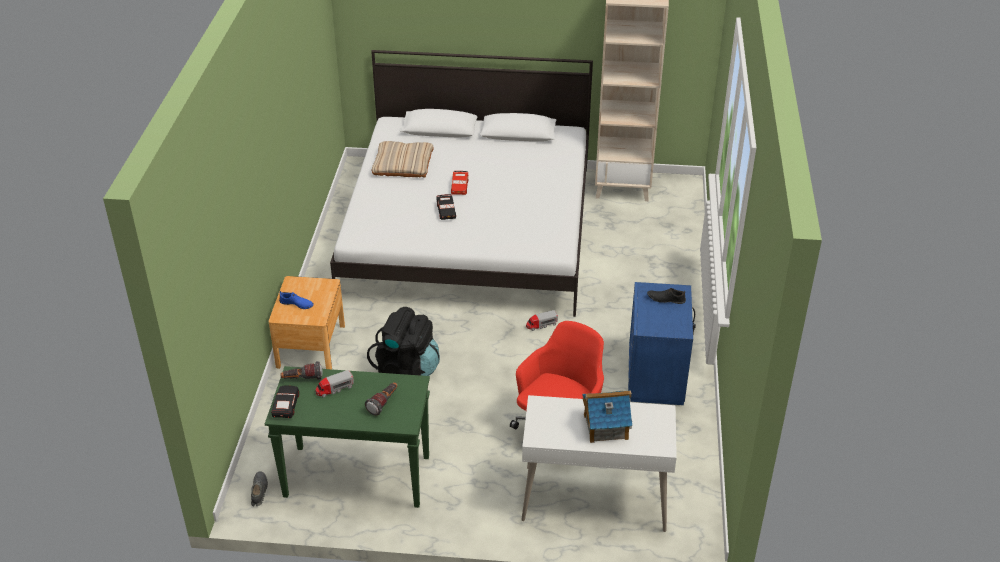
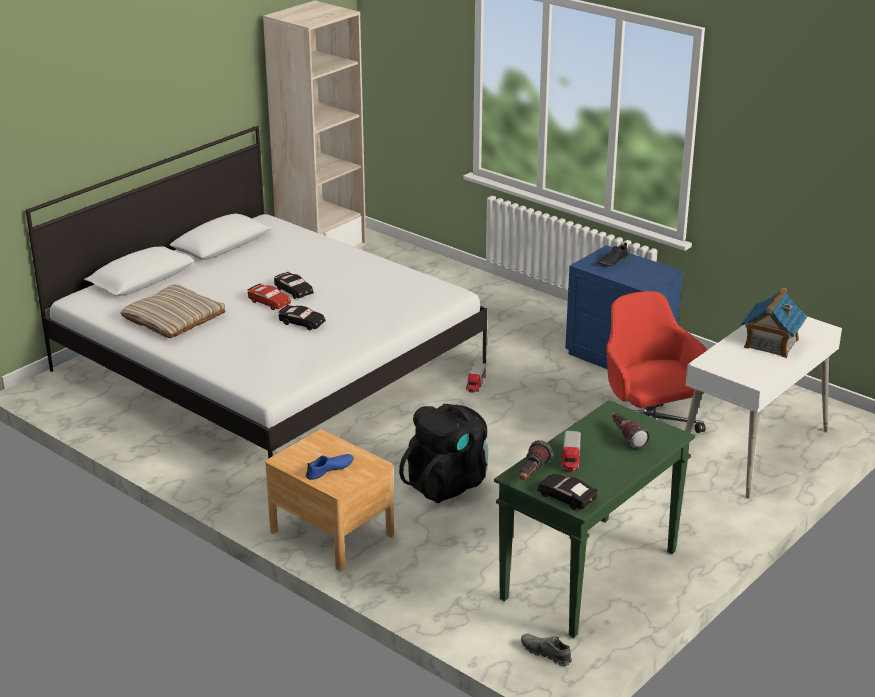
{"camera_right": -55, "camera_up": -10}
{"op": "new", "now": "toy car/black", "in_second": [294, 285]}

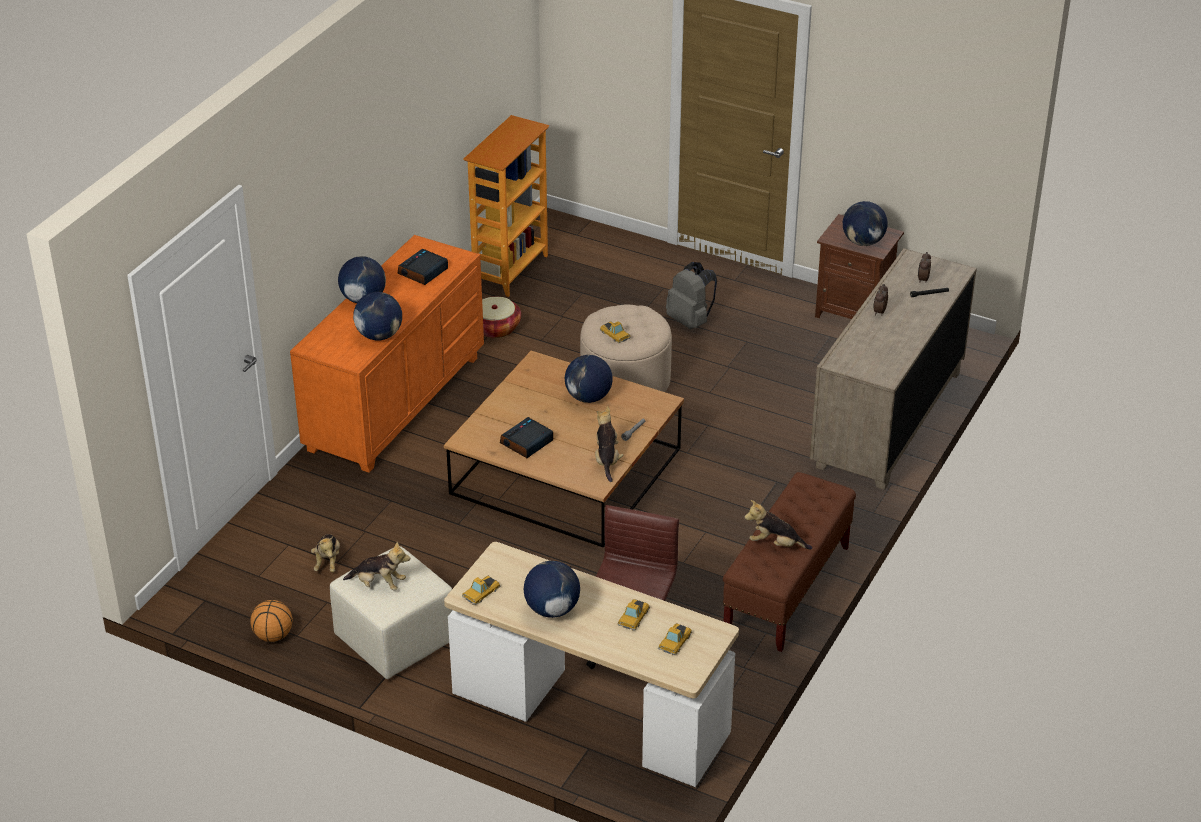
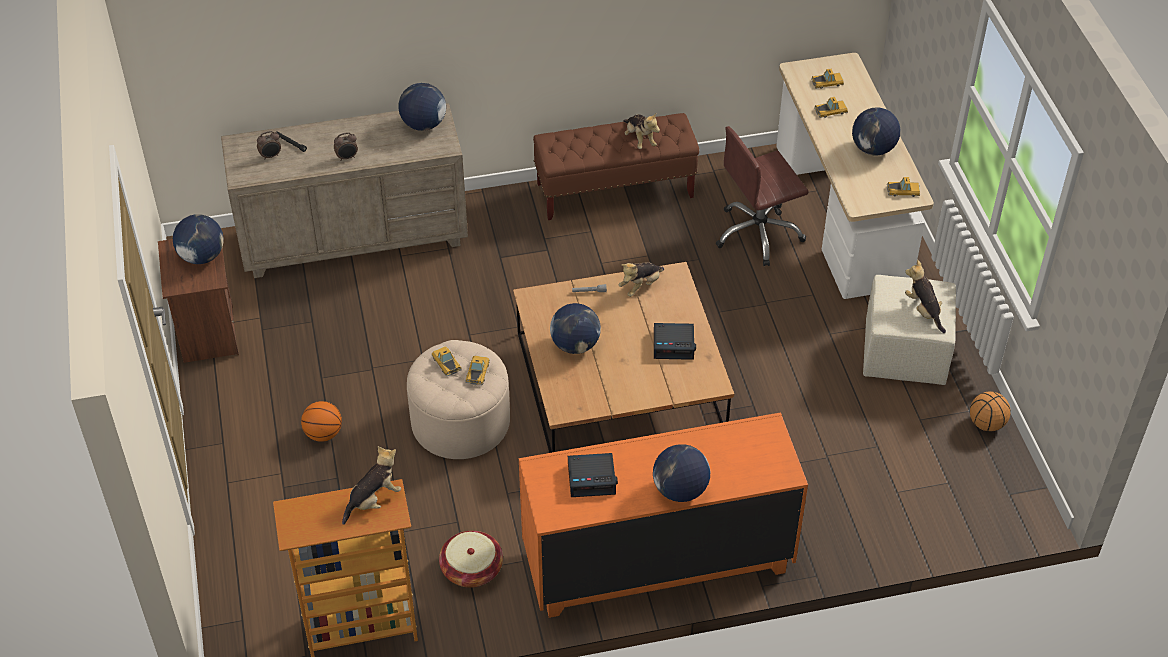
{"camera_right": -130, "camera_up": 10}
{"op": "swapped", "was": "backpack/grey", "now": "basketball", "in_first": [691, 296], "in_second": [321, 421]}
{"op": "shifted", "was": "plush toy", "in_first": [325, 553], "in_second": [371, 485]}
{"op": "shifted", "was": "globe", "in_first": [377, 316], "in_second": [422, 107]}
{"op": "new", "now": "toy car", "in_second": [446, 361]}

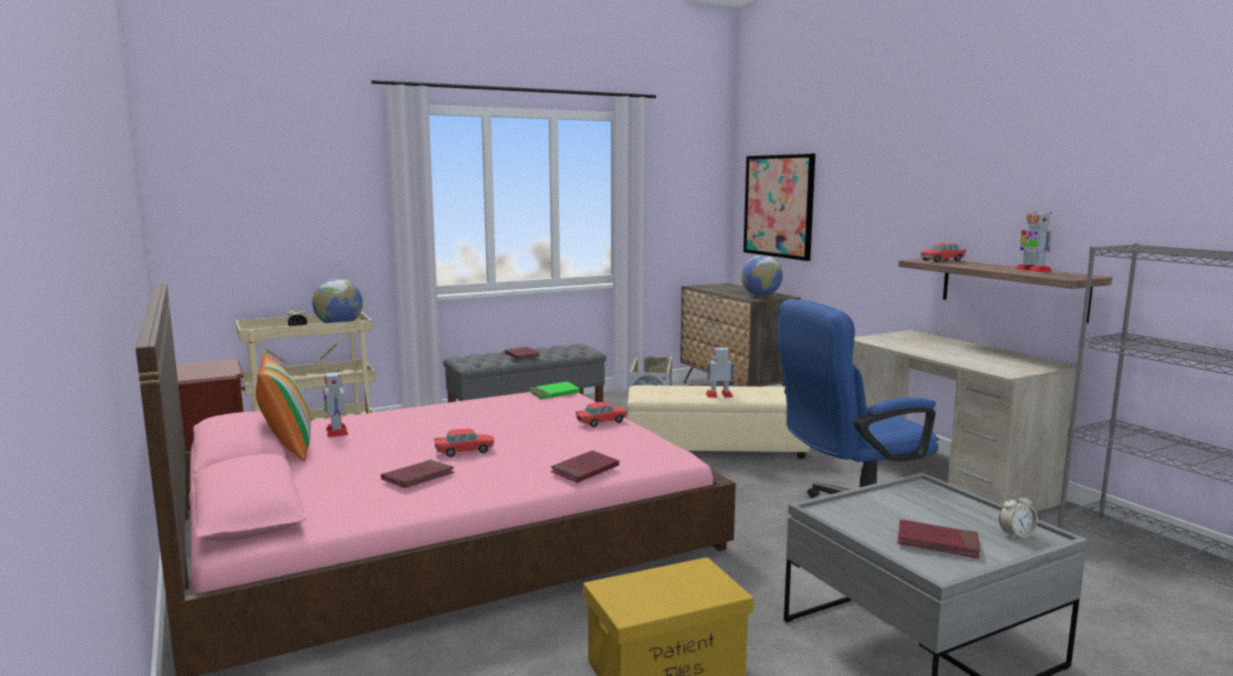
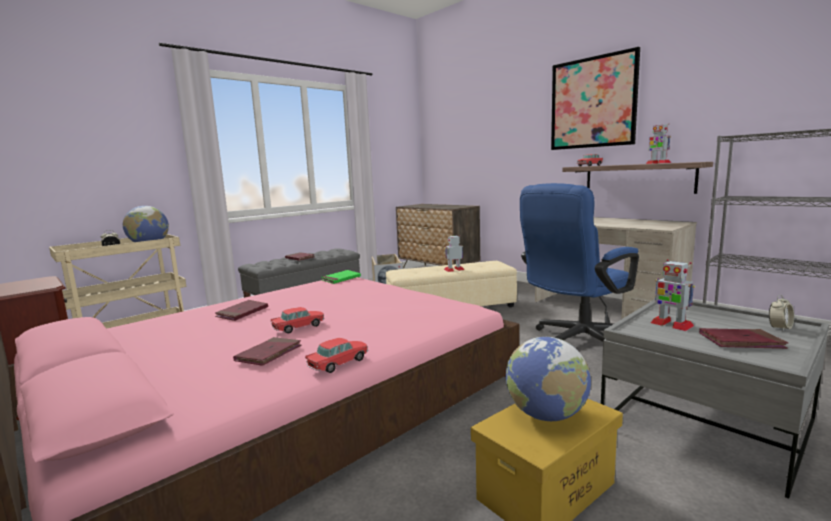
{"camera_right": -15, "camera_up": 0}
{"op": "shifted", "was": "book/red", "in_first": [585, 466], "in_second": [241, 310]}
{"op": "shifted", "was": "toy car", "in_first": [601, 414], "in_second": [336, 355]}
{"op": "shifted", "was": "globe", "in_first": [762, 275], "in_second": [548, 379]}
{"op": "shifted", "was": "picture", "in_first": [779, 207], "in_second": [595, 98]}
{"op": "shifted", "was": "toy robot", "in_first": [335, 404], "in_second": [672, 295]}
{"op": "gone", "was": "pillow", "in_first": [283, 407]}

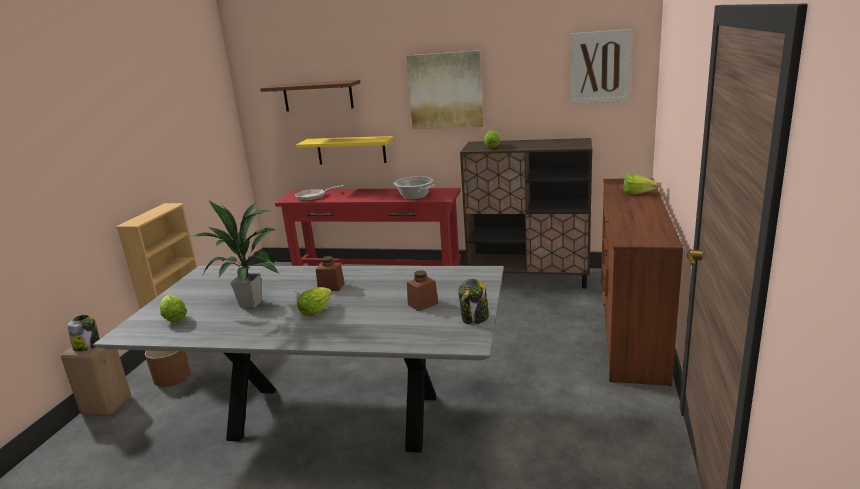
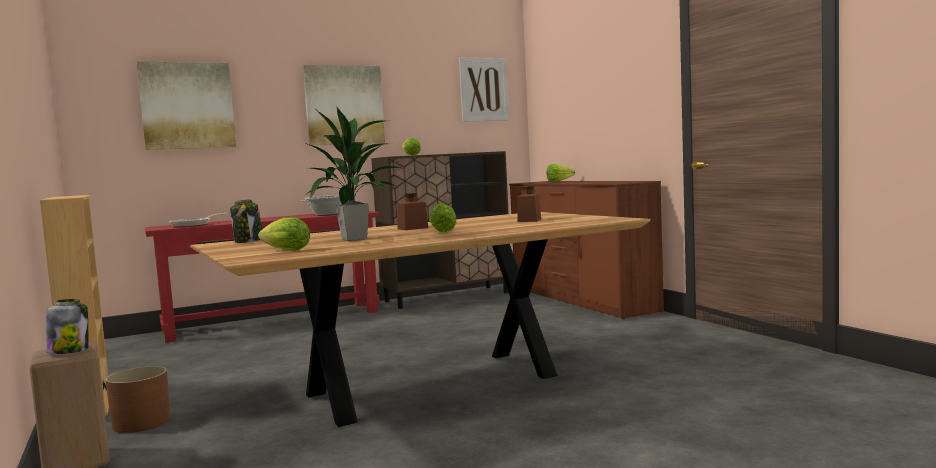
{"camera_right": -40, "camera_up": -15}
{"op": "swapped", "was": "shelf/brown", "now": "picture", "in_first": [310, 96], "in_second": [186, 106]}
{"op": "repainted", "was": "dining table/grey", "now": "dining table/brown", "in_first": [298, 359], "in_second": [420, 319]}
{"op": "shifted", "was": "jar", "in_first": [473, 302], "in_second": [246, 221]}
{"op": "gone", "was": "shelf/yellow", "in_first": [345, 150]}

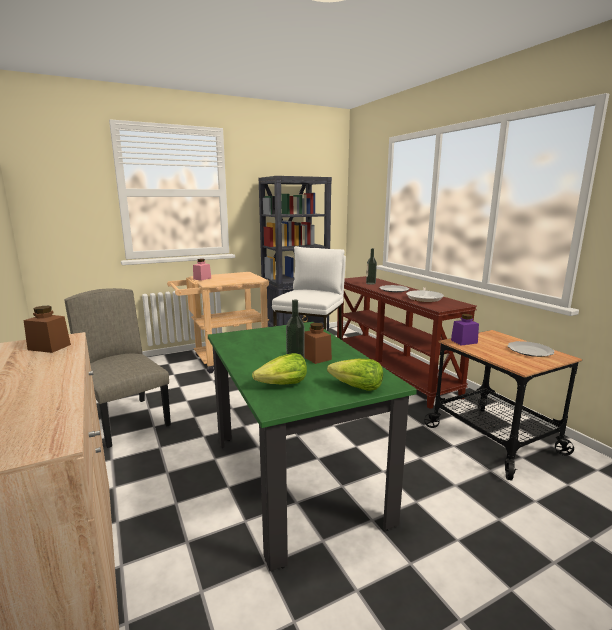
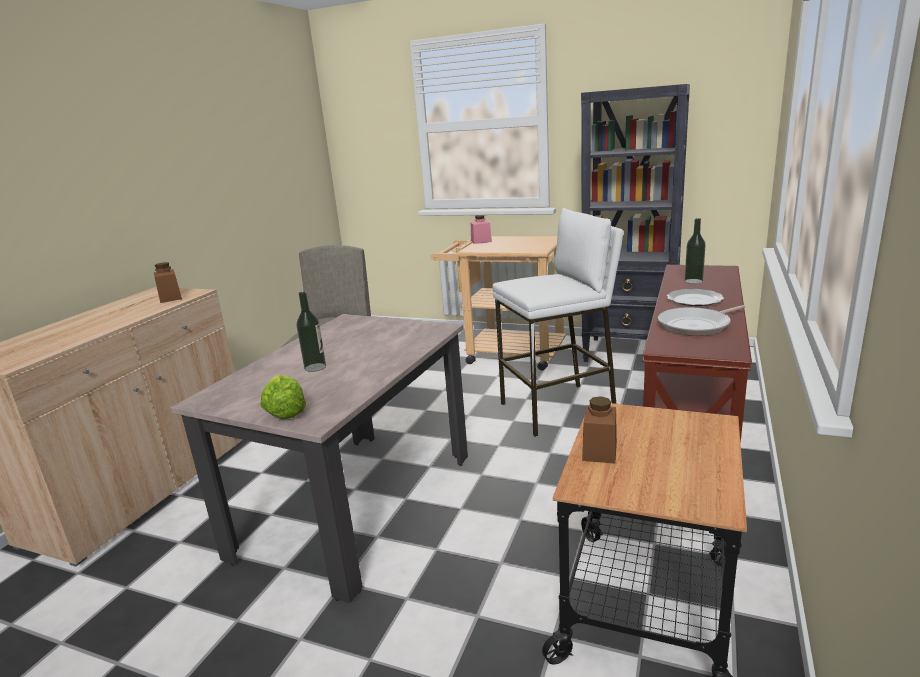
{"camera_right": 50, "camera_up": 5}
{"op": "repainted", "was": "dining table/green", "now": "dining table/beige", "in_first": [312, 446], "in_second": [319, 458]}
{"op": "shifted", "was": "jar/brown", "in_first": [318, 343], "in_second": [599, 430]}
{"op": "gone", "was": "lettuce", "in_first": [279, 369]}
{"op": "gone", "was": "jar/purple", "in_first": [465, 329]}
{"op": "gone", "was": "plate", "in_first": [531, 349]}

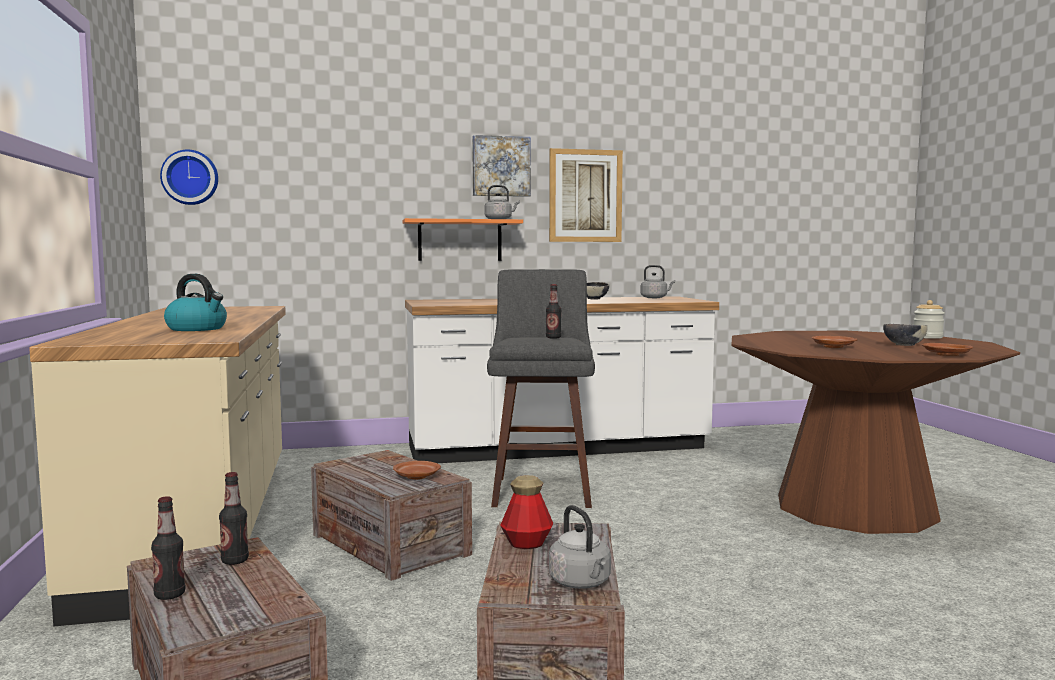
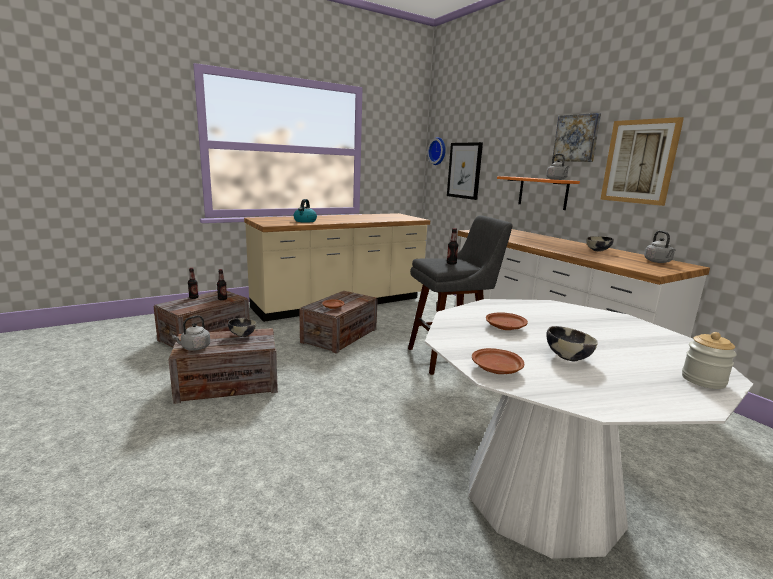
{"camera_right": 70, "camera_up": 10}
{"op": "swapped", "was": "bottle", "now": "bowl", "in_first": [526, 512], "in_second": [242, 327]}
{"op": "repainted", "was": "dining table/brown", "now": "dining table/white", "in_first": [875, 432], "in_second": [589, 429]}
{"op": "new", "now": "picture", "in_second": [465, 171]}

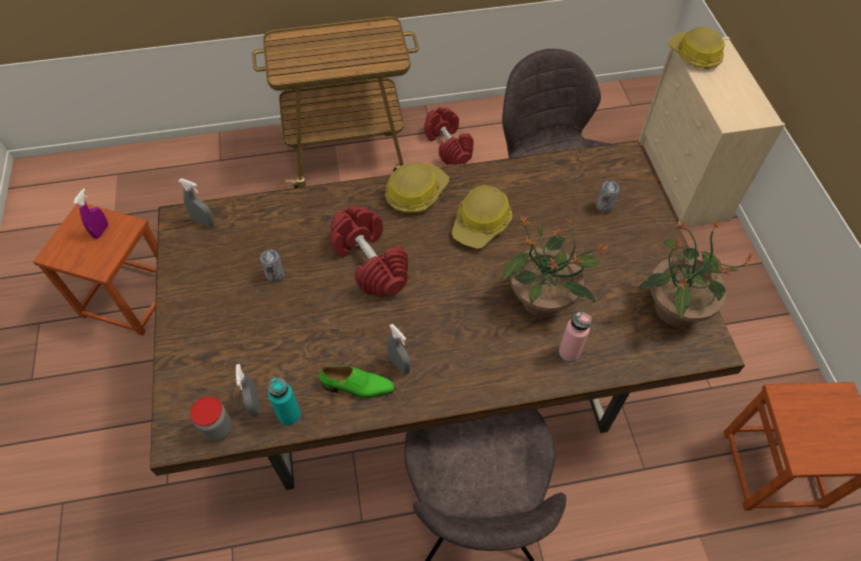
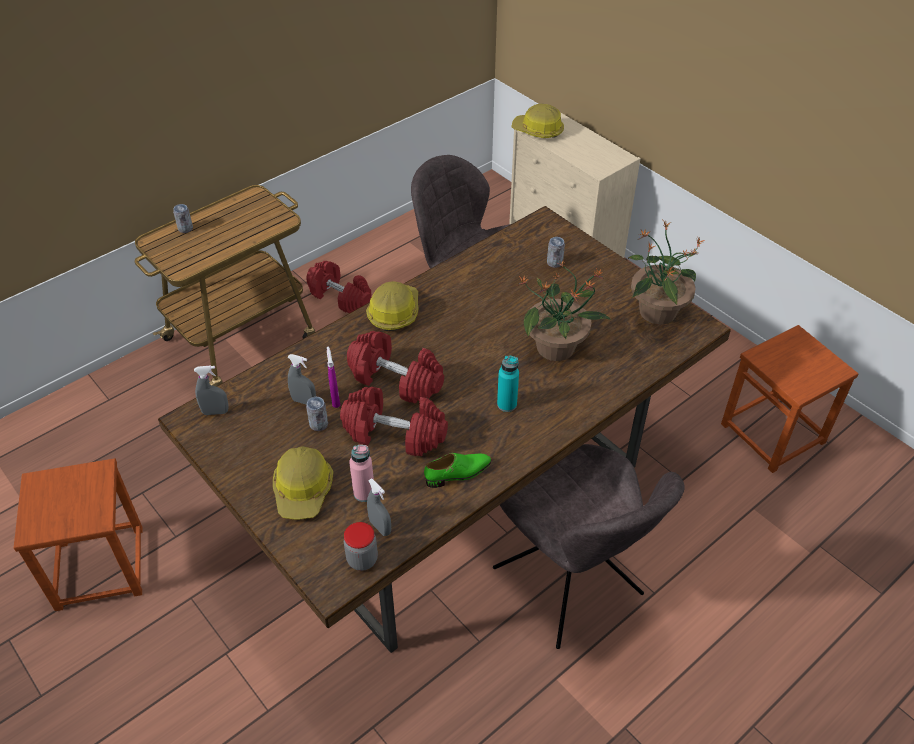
{"camera_right": -30, "camera_up": -10}
{"op": "new", "now": "can", "in_second": [183, 218]}
{"op": "shifted", "was": "hard hat", "in_first": [482, 217], "in_second": [303, 482]}
{"op": "shifted", "was": "spray bottle/grey", "in_first": [399, 349], "in_second": [302, 379]}
{"op": "shifted", "was": "spray bottle/purple", "in_first": [91, 213], "in_second": [333, 377]}
{"op": "new", "now": "dumbbell/red", "in_second": [394, 421]}
{"op": "shifted", "was": "bottle/pink", "in_first": [575, 337], "in_second": [361, 473]}
{"op": "shifted", "was": "bottle/turquoise", "in_first": [284, 401], "in_second": [508, 383]}

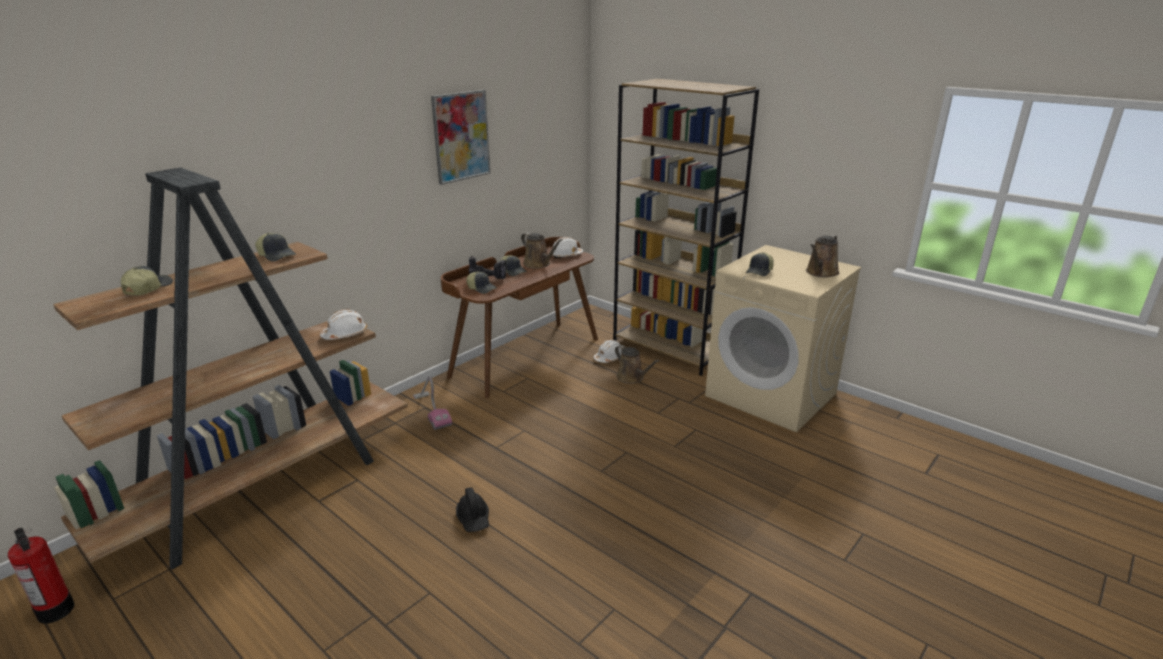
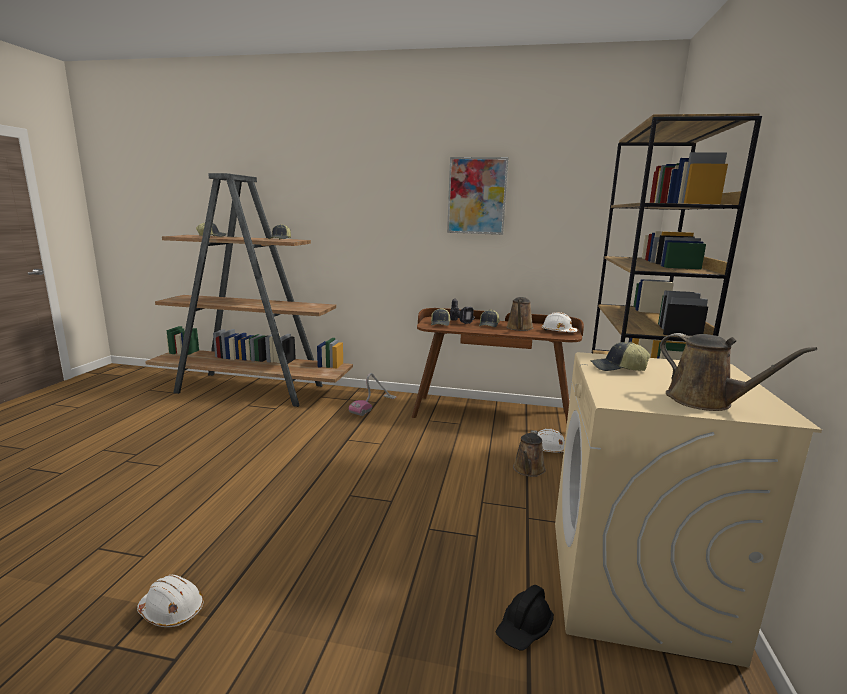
{"camera_right": 60, "camera_up": -10}
{"op": "shifted", "was": "hard hat/white", "in_first": [343, 324], "in_second": [170, 601]}
{"op": "shifted", "was": "hard hat/black", "in_first": [472, 509], "in_second": [525, 618]}
{"op": "rotated", "was": "watering can/brown", "in_first": [822, 256], "in_second": [738, 372], "clockwise": -135}
{"op": "gone", "was": "fire extinguisher", "in_first": [41, 576]}

